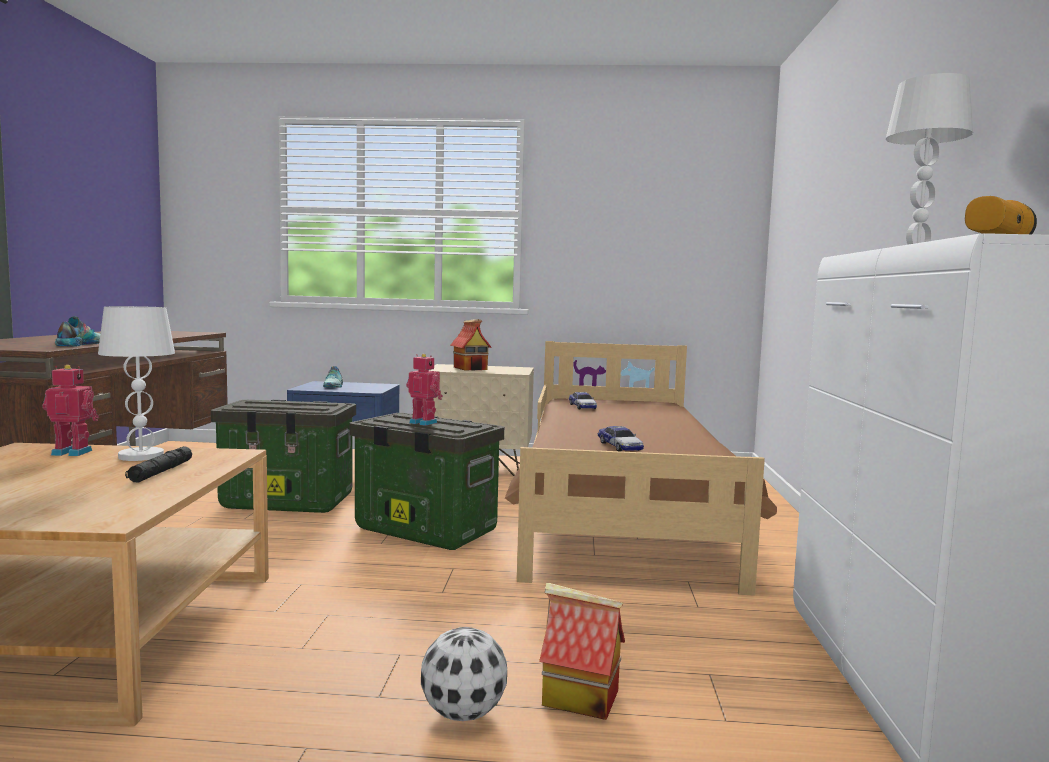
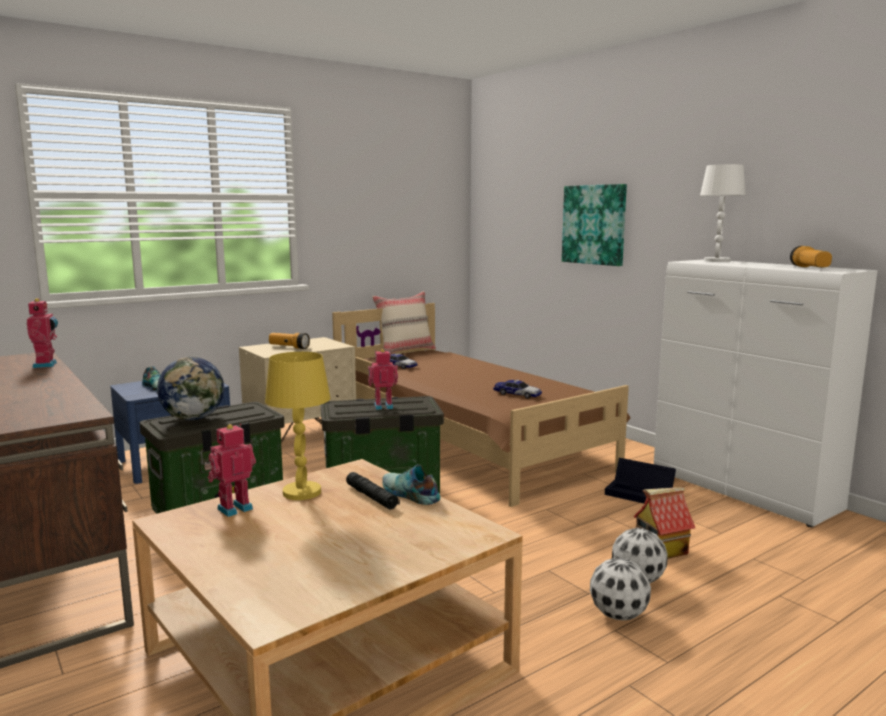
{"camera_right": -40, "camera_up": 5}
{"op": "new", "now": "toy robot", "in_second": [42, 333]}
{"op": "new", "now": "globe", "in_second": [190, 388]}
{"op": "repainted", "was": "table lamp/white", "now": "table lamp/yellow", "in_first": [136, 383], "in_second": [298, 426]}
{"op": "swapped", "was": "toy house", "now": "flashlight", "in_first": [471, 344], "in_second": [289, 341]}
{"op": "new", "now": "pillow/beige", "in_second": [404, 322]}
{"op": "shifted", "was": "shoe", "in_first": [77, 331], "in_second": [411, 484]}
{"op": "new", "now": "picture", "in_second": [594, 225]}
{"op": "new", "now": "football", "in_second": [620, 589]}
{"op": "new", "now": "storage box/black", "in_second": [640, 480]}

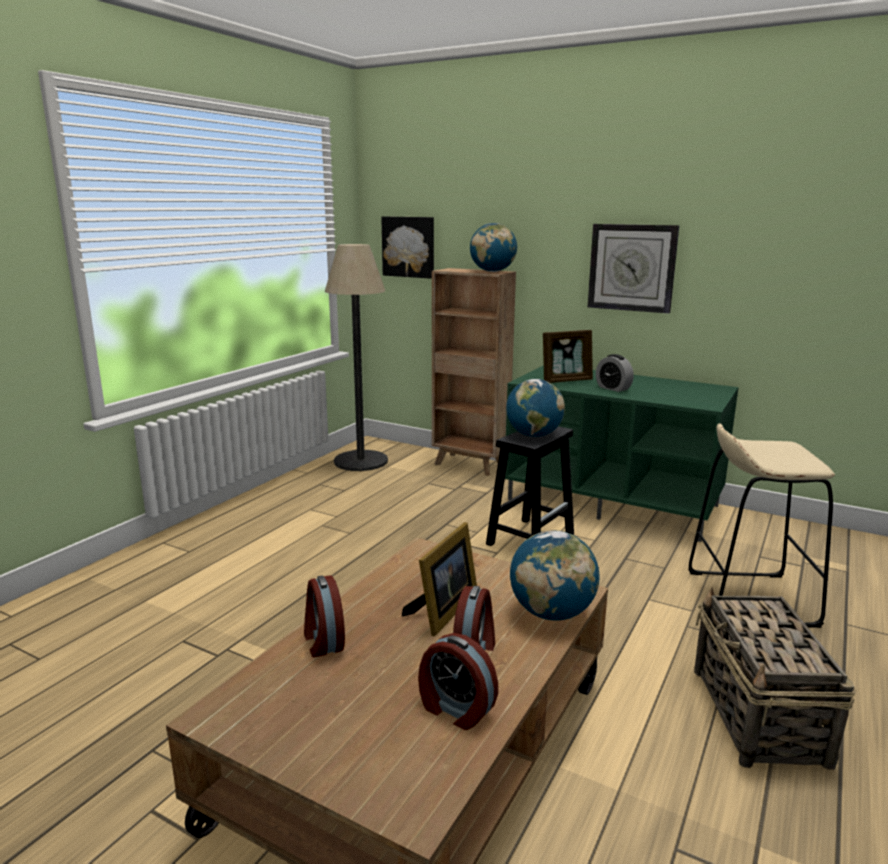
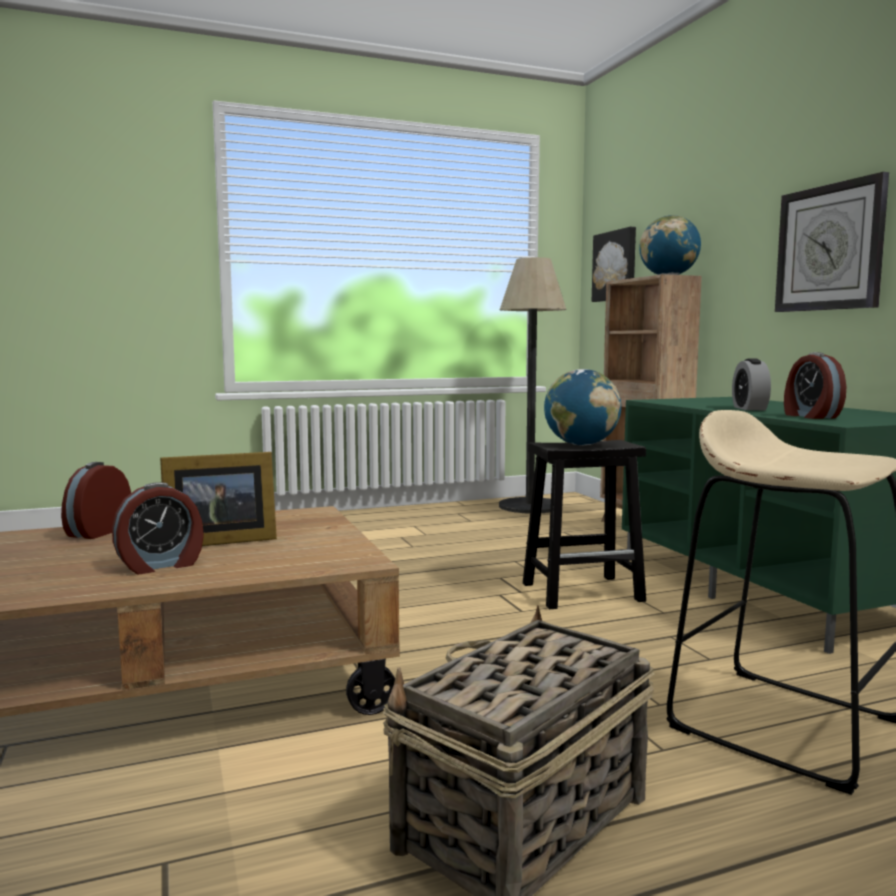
{"camera_right": 40, "camera_up": -10}
{"op": "shifted", "was": "alarm clock", "in_first": [458, 681], "in_second": [815, 385]}
{"op": "gone", "was": "globe", "in_first": [555, 575]}
{"op": "gone", "was": "picture frame", "in_first": [568, 356]}

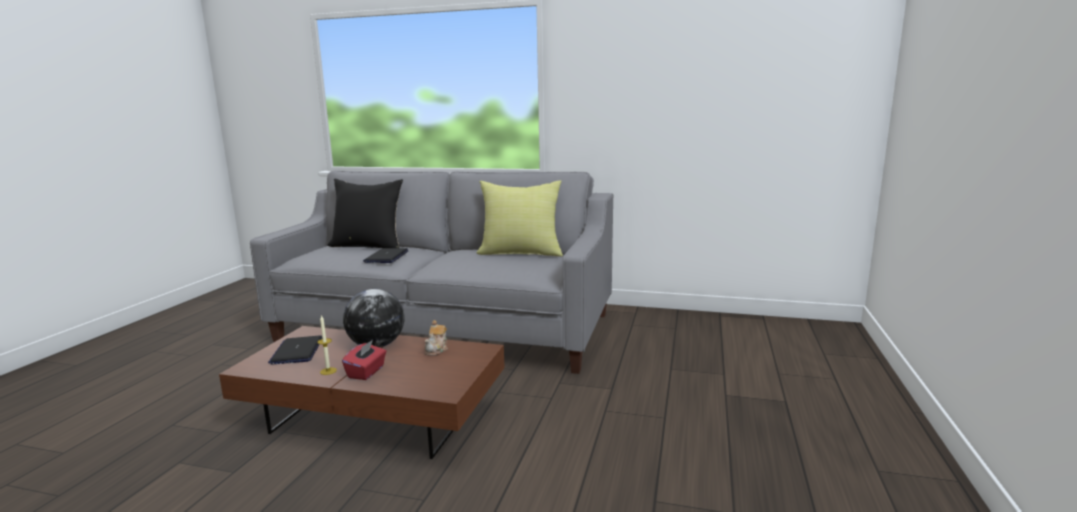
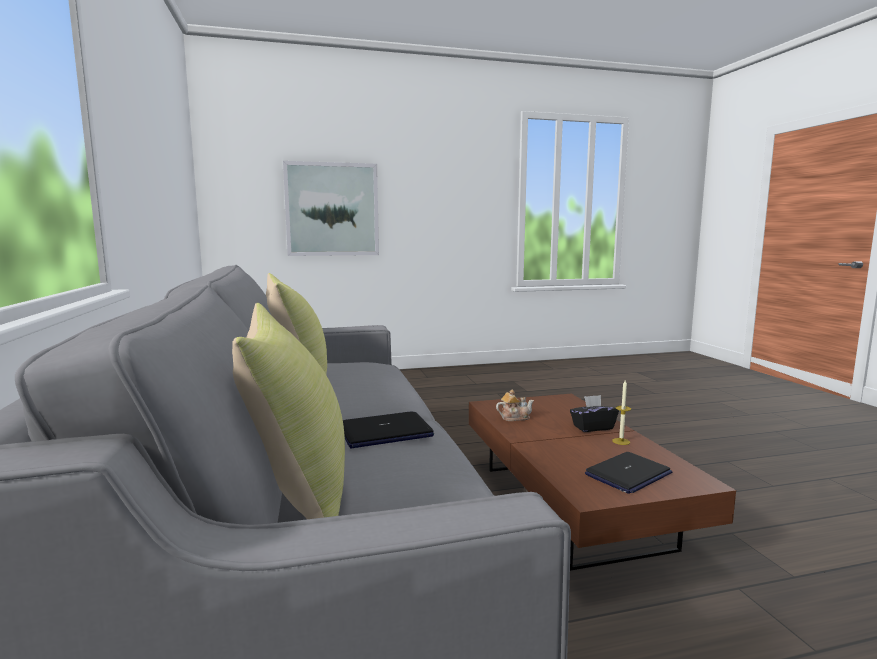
{"camera_right": -120, "camera_up": -5}
{"op": "repainted", "was": "pillow/black", "now": "pillow/yellow", "in_first": [365, 213], "in_second": [288, 411]}
{"op": "new", "now": "picture", "in_second": [331, 208]}
{"op": "repainted", "was": "tissue box/red", "now": "tissue box/black", "in_first": [364, 360], "in_second": [594, 413]}
{"op": "gone", "was": "globe", "in_first": [374, 318]}

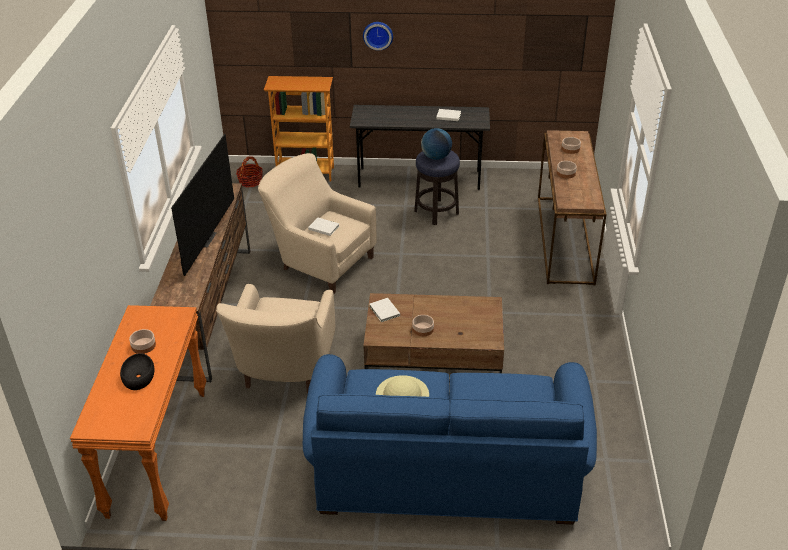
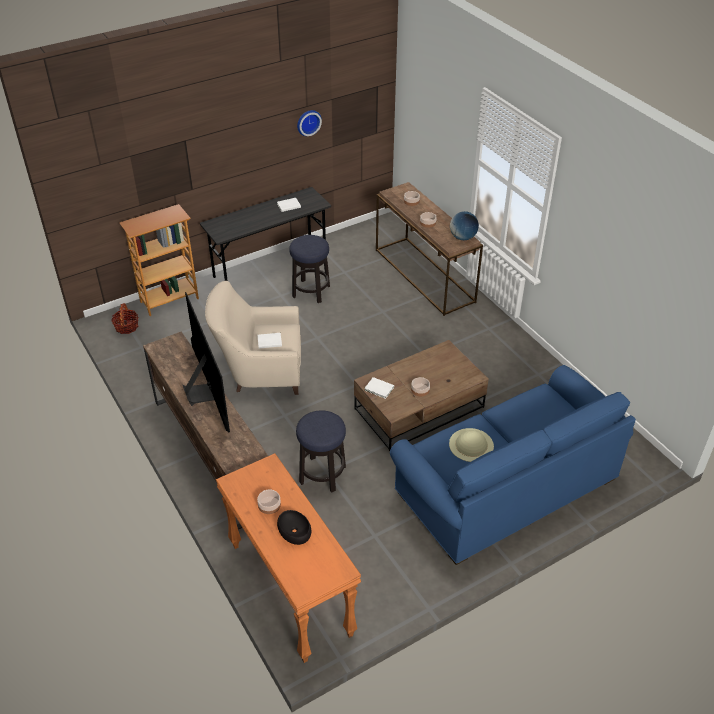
{"camera_right": -35, "camera_up": 5}
{"op": "swapped", "was": "armchair/beige", "now": "stool", "in_first": [275, 338], "in_second": [321, 452]}
{"op": "shifted", "was": "wall clock", "in_first": [378, 36], "in_second": [309, 123]}
{"op": "shifted", "was": "globe", "in_first": [436, 144], "in_second": [464, 225]}

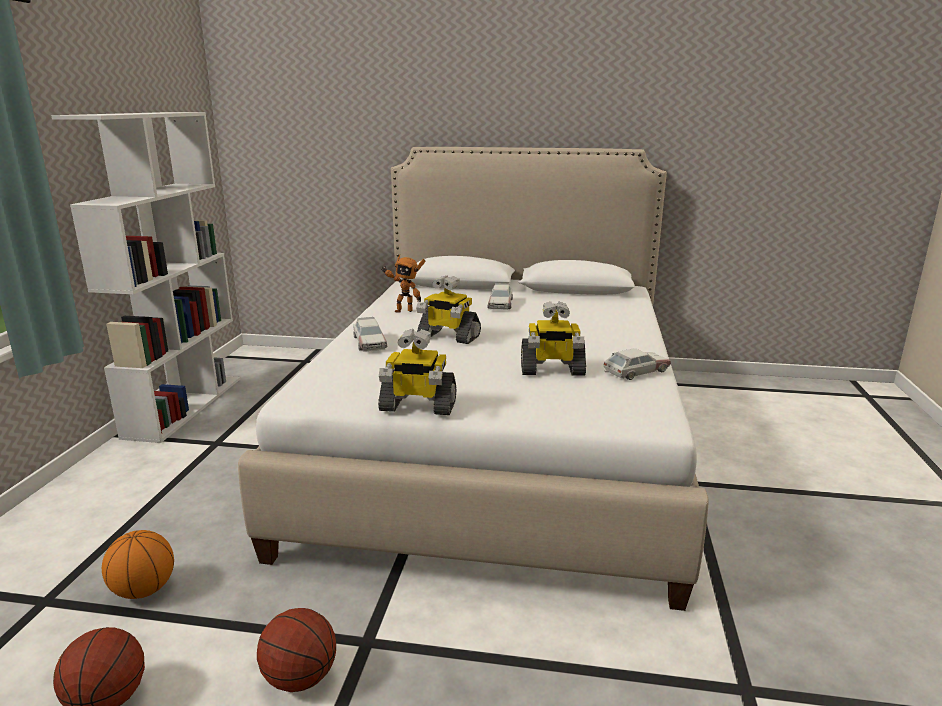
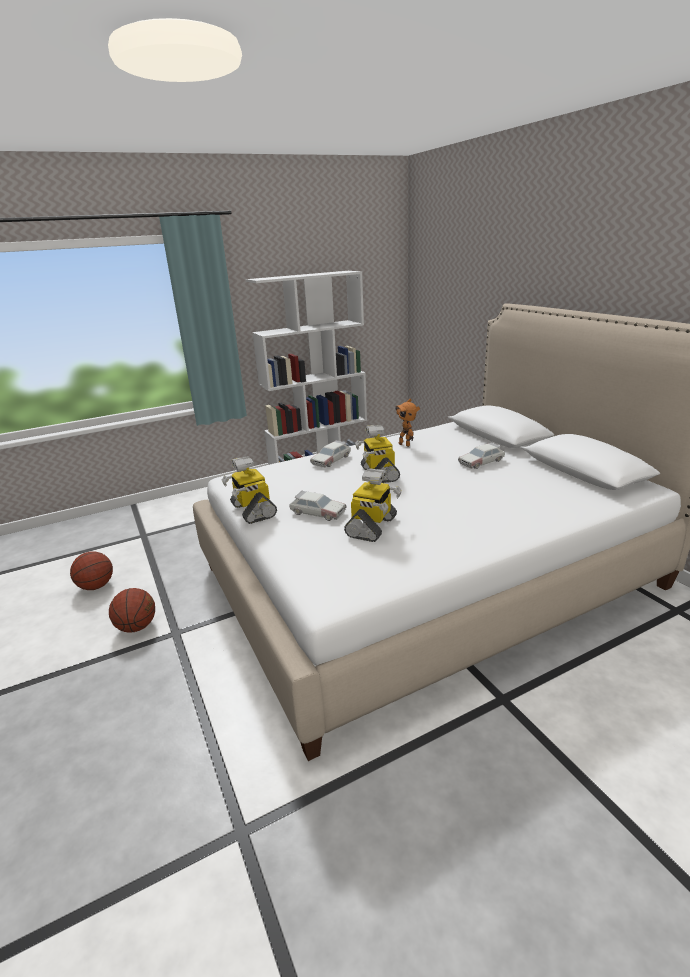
{"camera_right": 55, "camera_up": 5}
{"op": "shifted", "was": "toy car", "in_first": [637, 364], "in_second": [318, 506]}
{"op": "rotated", "was": "toy robot", "in_first": [553, 338], "in_second": [373, 505], "clockwise": -120}
{"op": "gone", "was": "basketball", "in_first": [138, 564]}

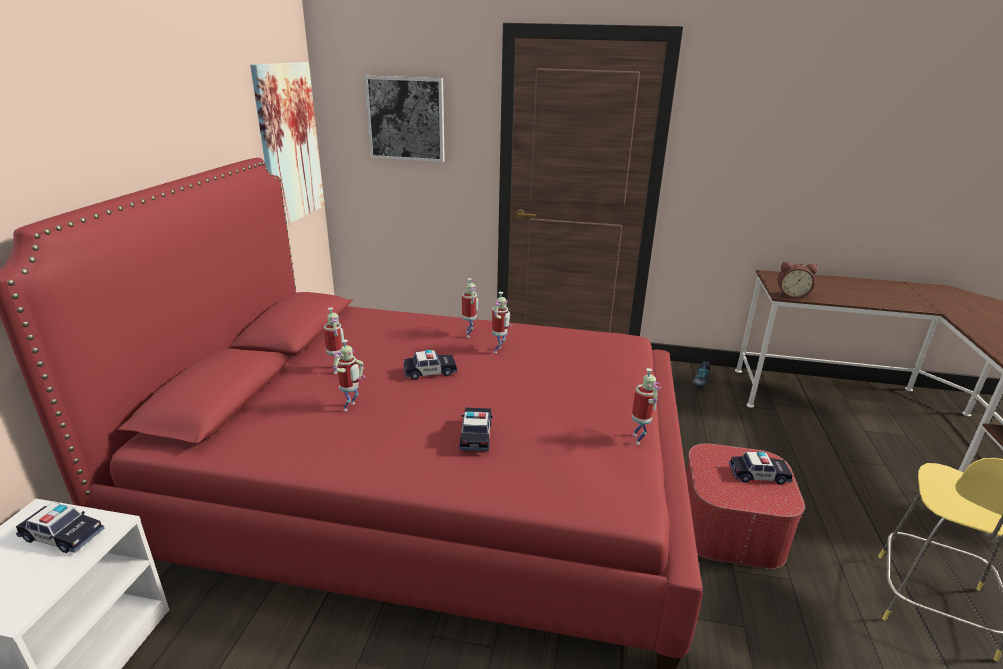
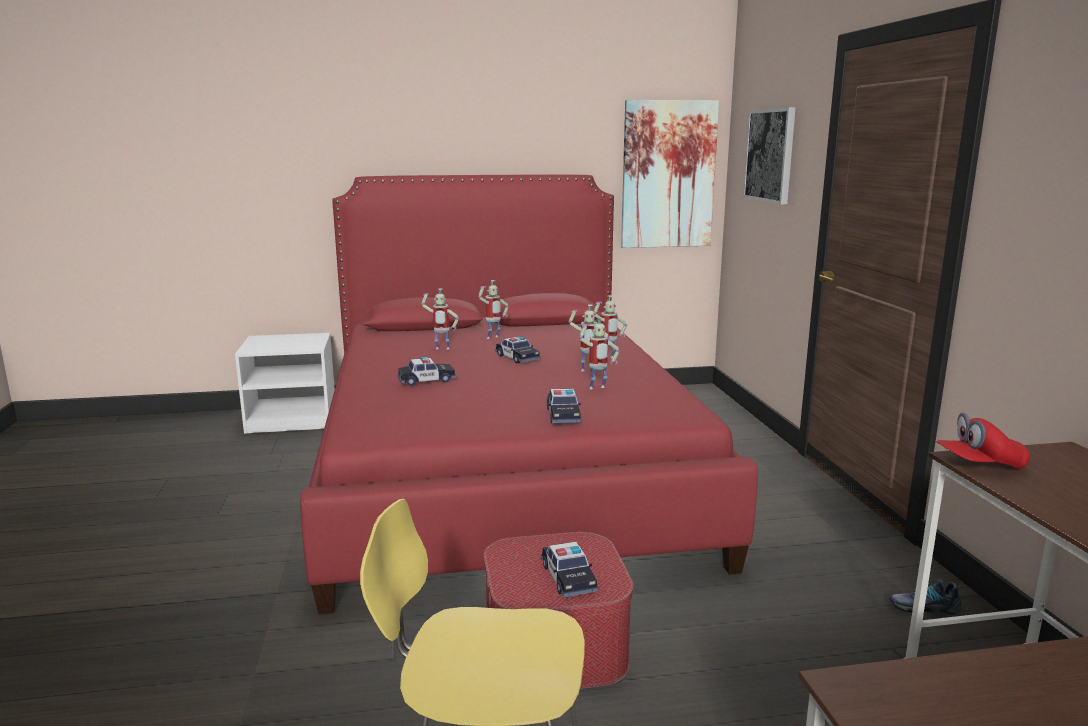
{"camera_right": 70, "camera_up": -10}
{"op": "shifted", "was": "toy car", "in_first": [60, 527], "in_second": [564, 406]}
{"op": "shifted", "was": "toy robot", "in_first": [646, 406], "in_second": [599, 353]}
{"op": "swapped", "was": "alarm clock", "now": "cap/red", "in_first": [797, 280], "in_second": [983, 441]}

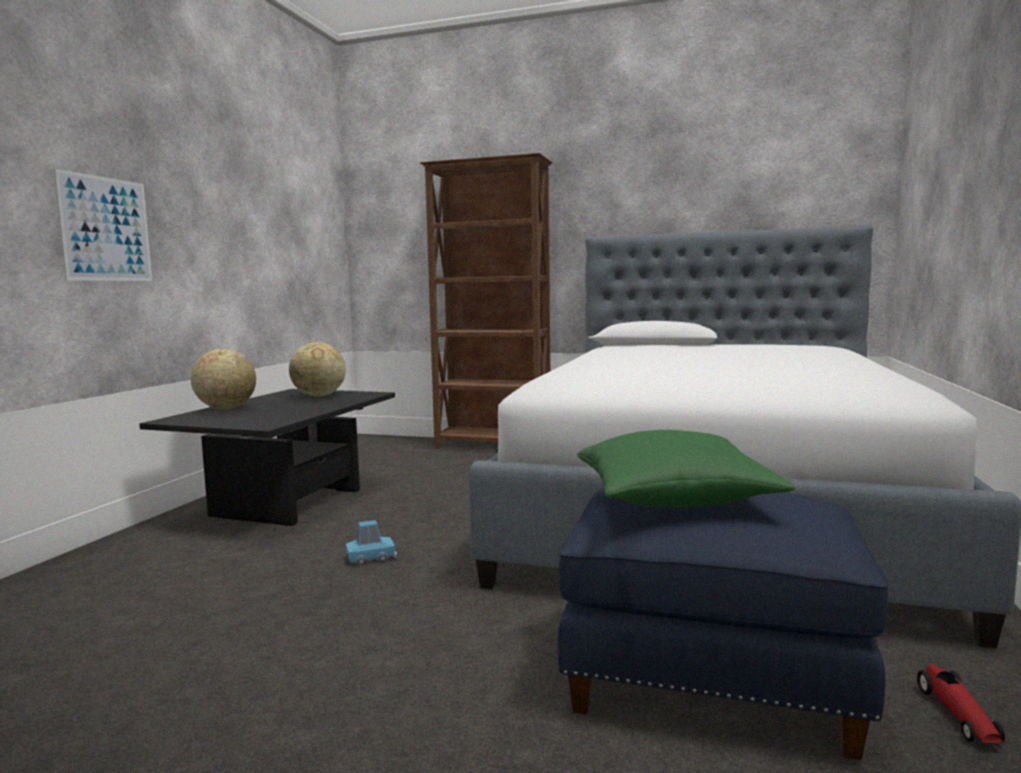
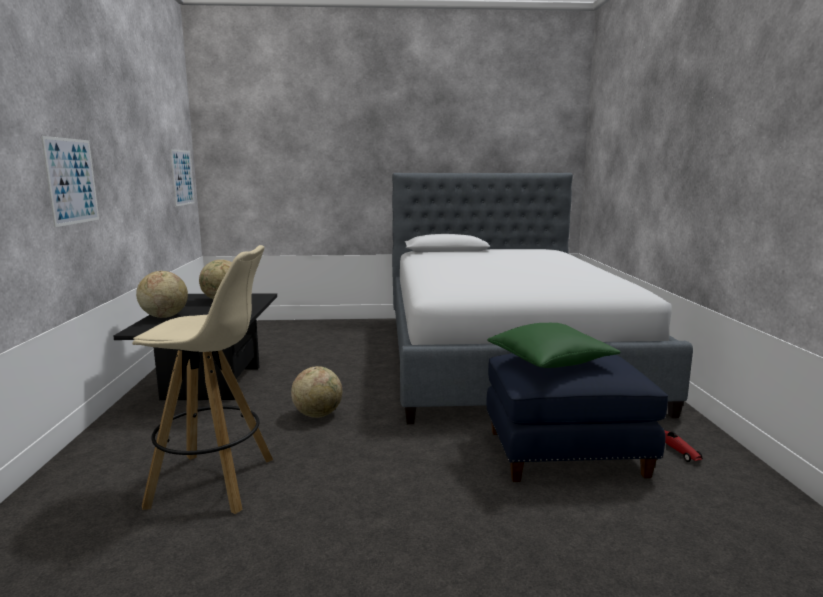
{"camera_right": -20, "camera_up": 5}
{"op": "new", "now": "stool/beige", "in_second": [202, 379]}
{"op": "new", "now": "picture", "in_second": [182, 177]}
{"op": "swapped", "was": "toy car/blue", "now": "globe", "in_first": [371, 542], "in_second": [316, 392]}
{"op": "gone", "was": "bookcase/brown", "in_first": [486, 301]}

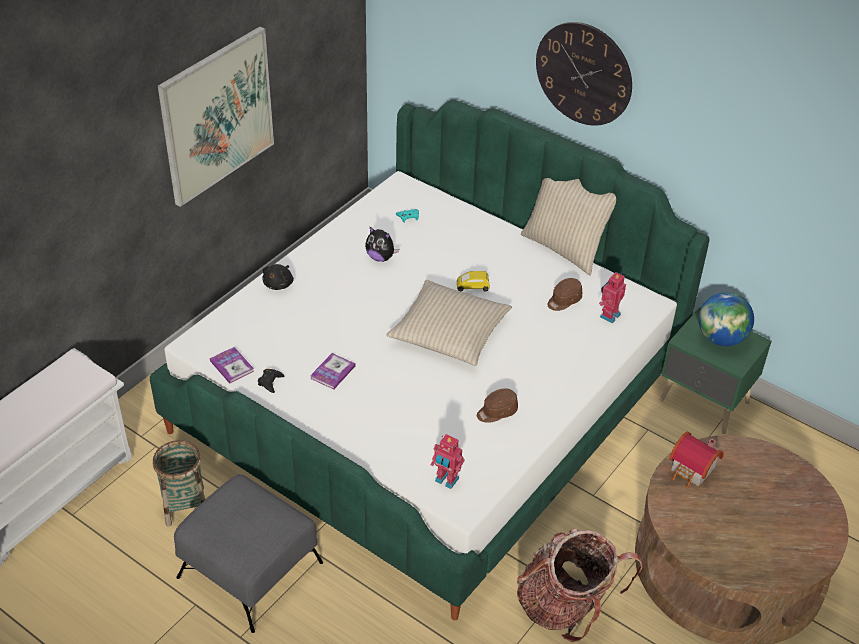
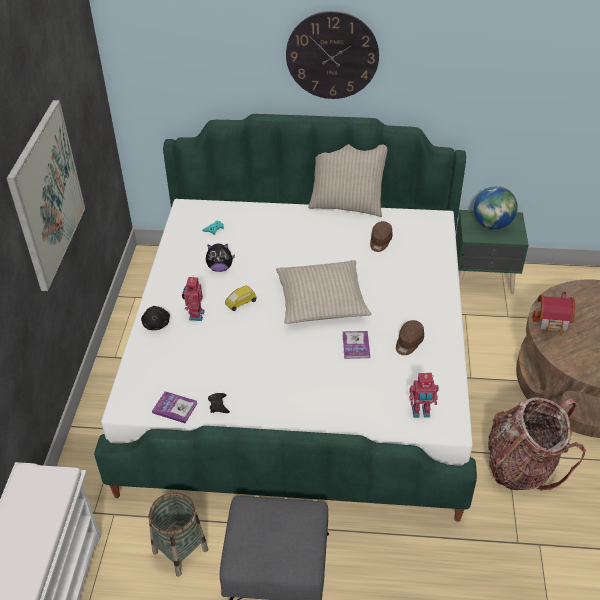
{"camera_right": -30, "camera_up": 0}
{"op": "shifted", "was": "toy robot", "in_first": [612, 297], "in_second": [193, 298]}
{"op": "shifted", "was": "toy car/yellow", "in_first": [473, 281], "in_second": [241, 298]}
{"op": "shifted", "was": "book", "in_first": [332, 371], "in_second": [356, 345]}

